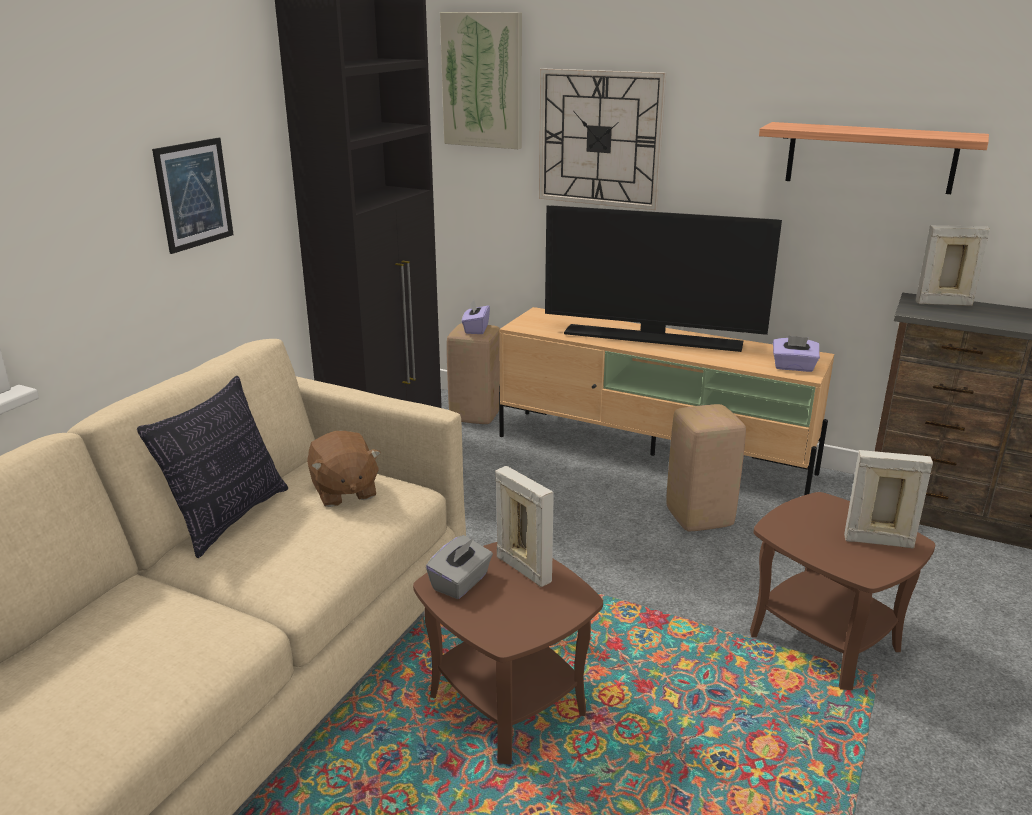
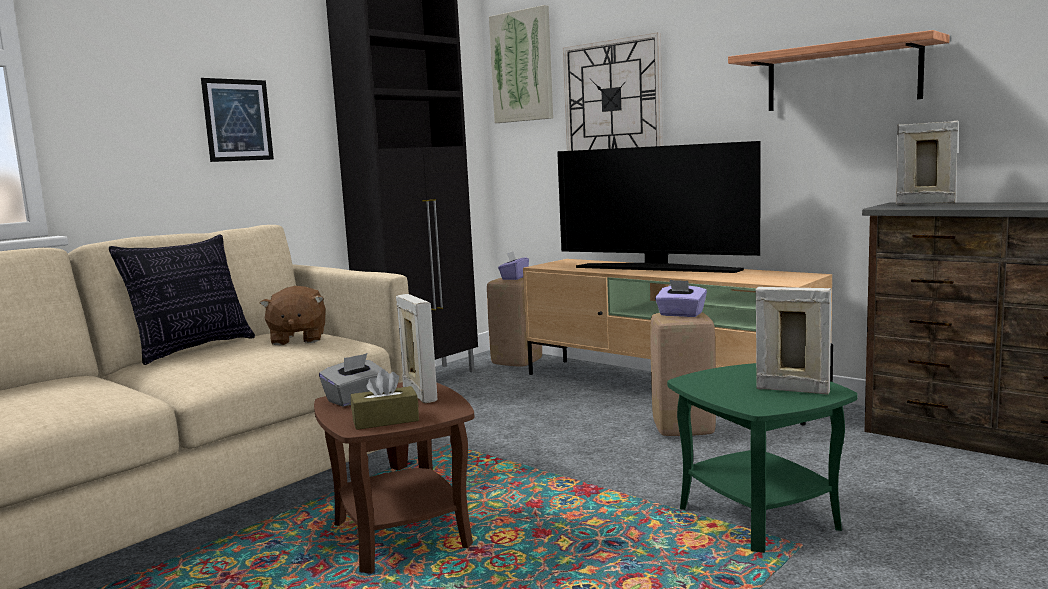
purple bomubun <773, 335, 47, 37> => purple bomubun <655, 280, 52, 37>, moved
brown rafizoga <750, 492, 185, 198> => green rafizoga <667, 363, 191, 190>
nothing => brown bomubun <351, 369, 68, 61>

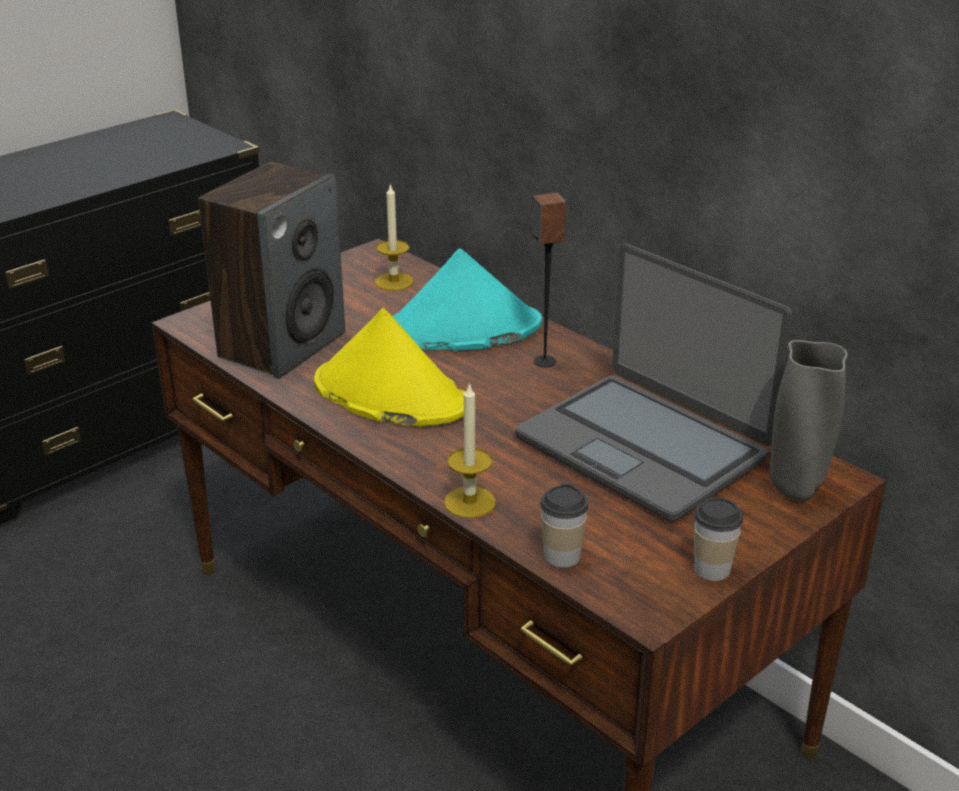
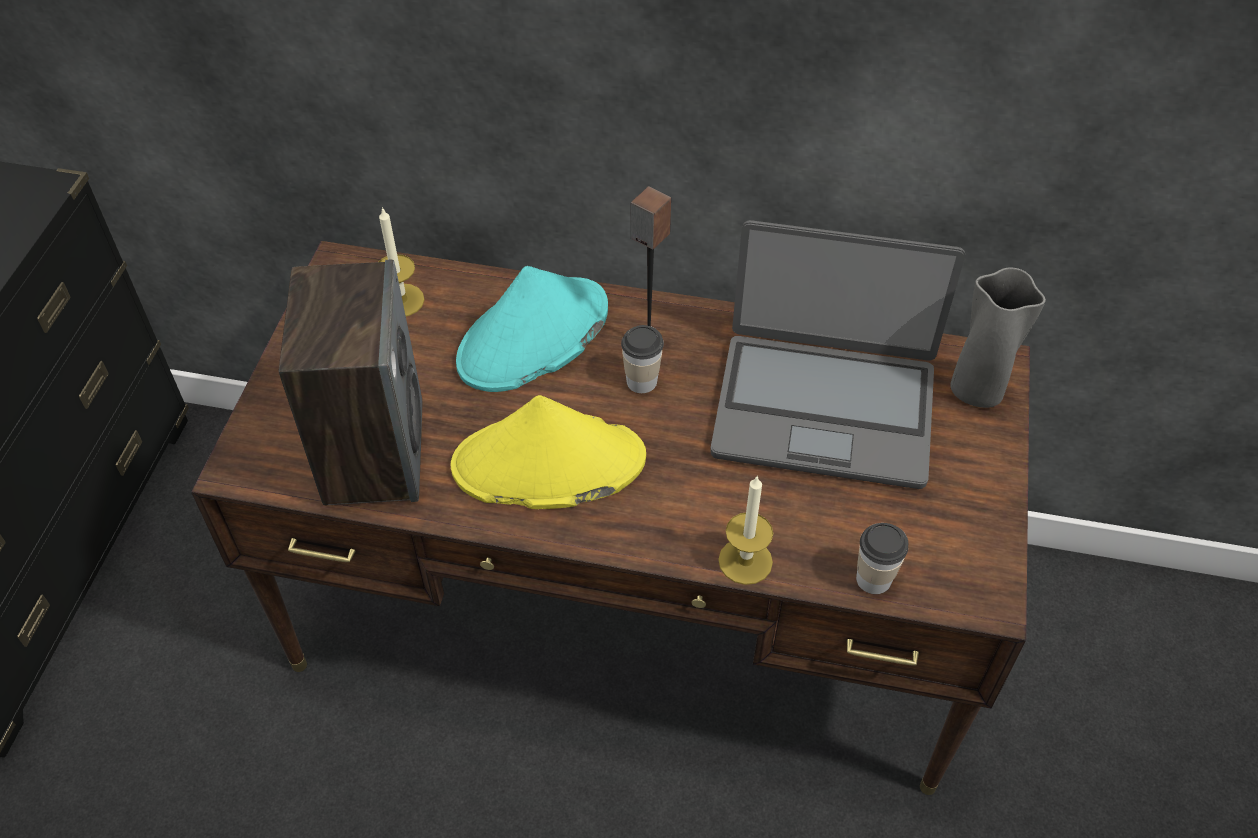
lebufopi <694, 498, 49, 83> => lebufopi <621, 325, 43, 68>, moved

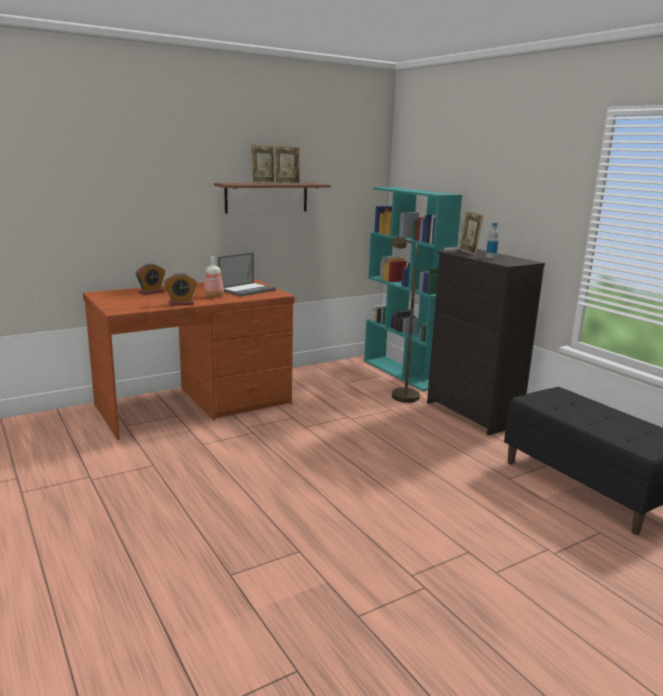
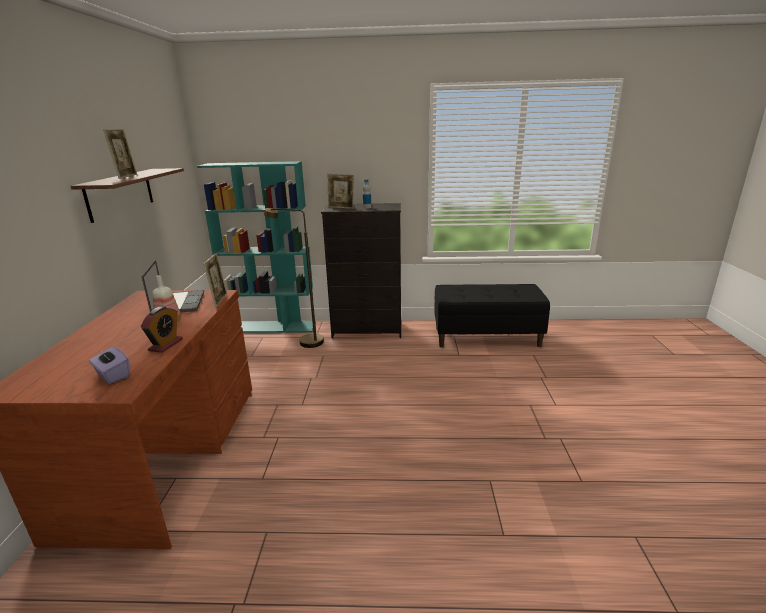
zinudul <273, 145, 28, 39> => zinudul <204, 253, 23, 54>, moved
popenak <136, 264, 29, 31> => nothing
nothing => purple bomubun <89, 347, 41, 37>

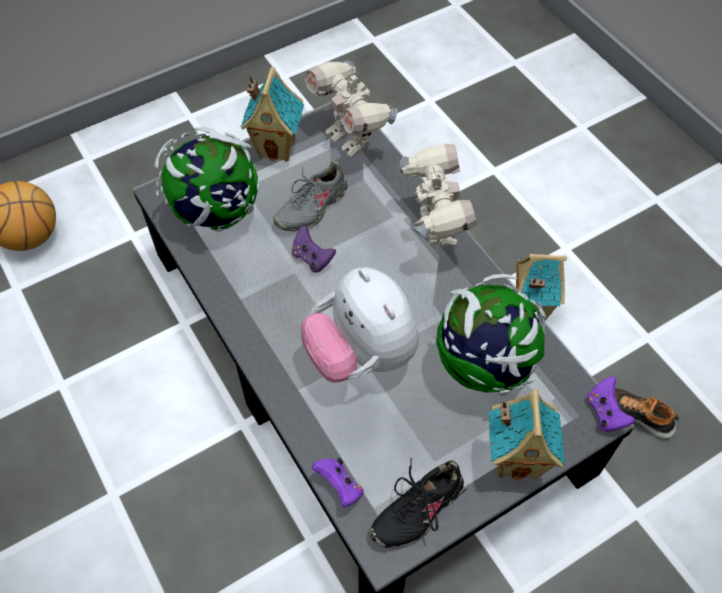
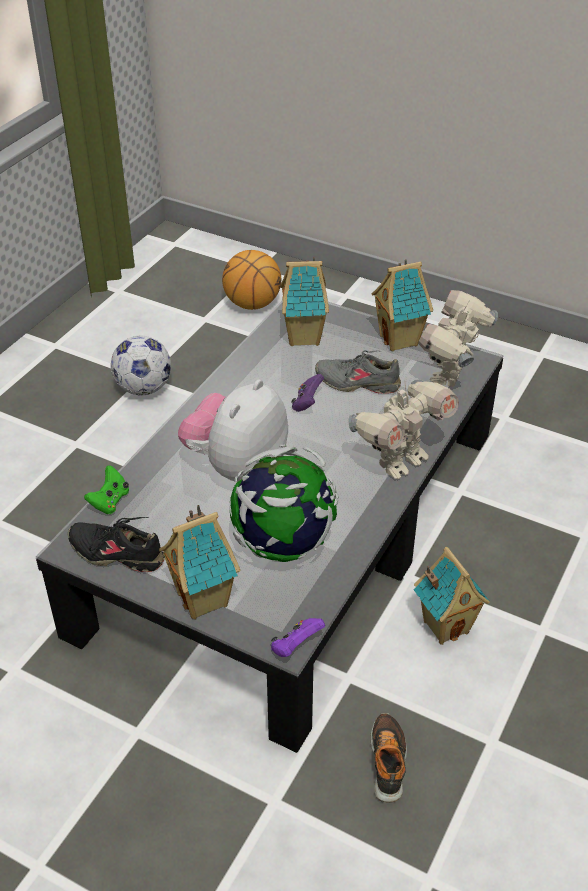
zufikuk <154, 127, 106, 105> => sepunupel <281, 257, 48, 89>
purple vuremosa <312, 458, 52, 50> => green vuremosa <84, 465, 45, 49>
nothing => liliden <111, 335, 60, 61>

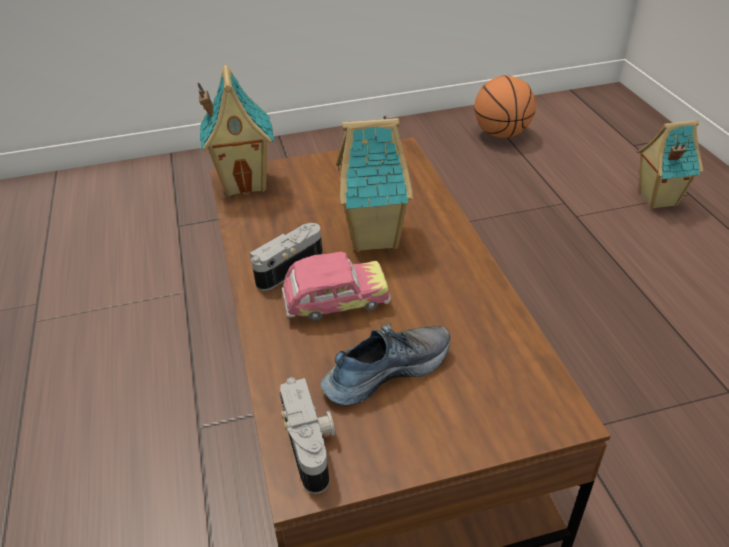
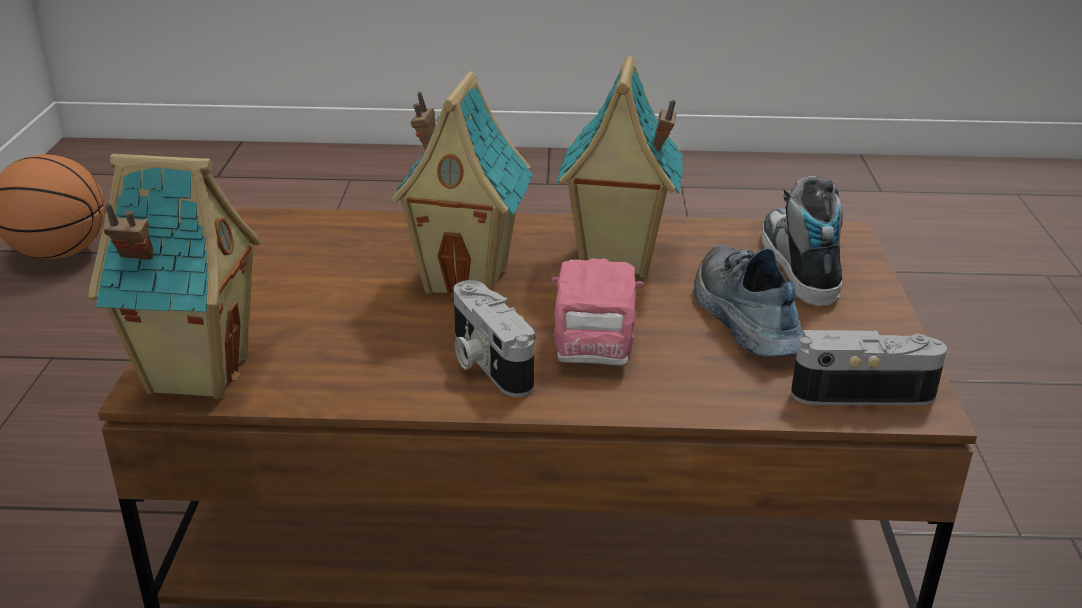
sepunupel <637, 120, 66, 89> => sepunupel <556, 56, 127, 221>, moved
nothing => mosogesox <761, 176, 82, 130>

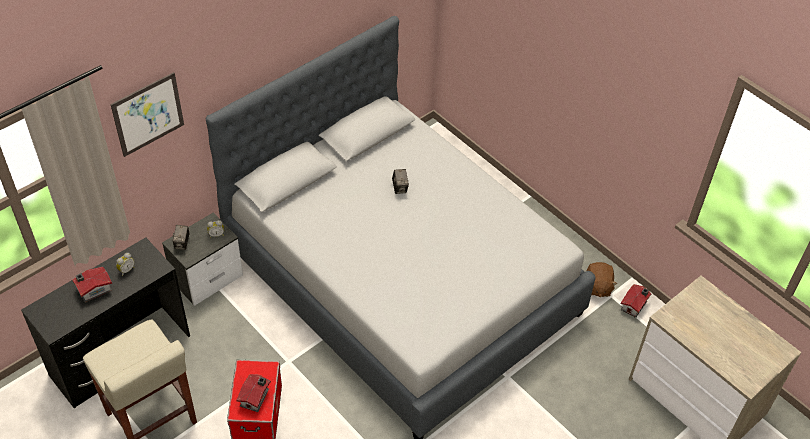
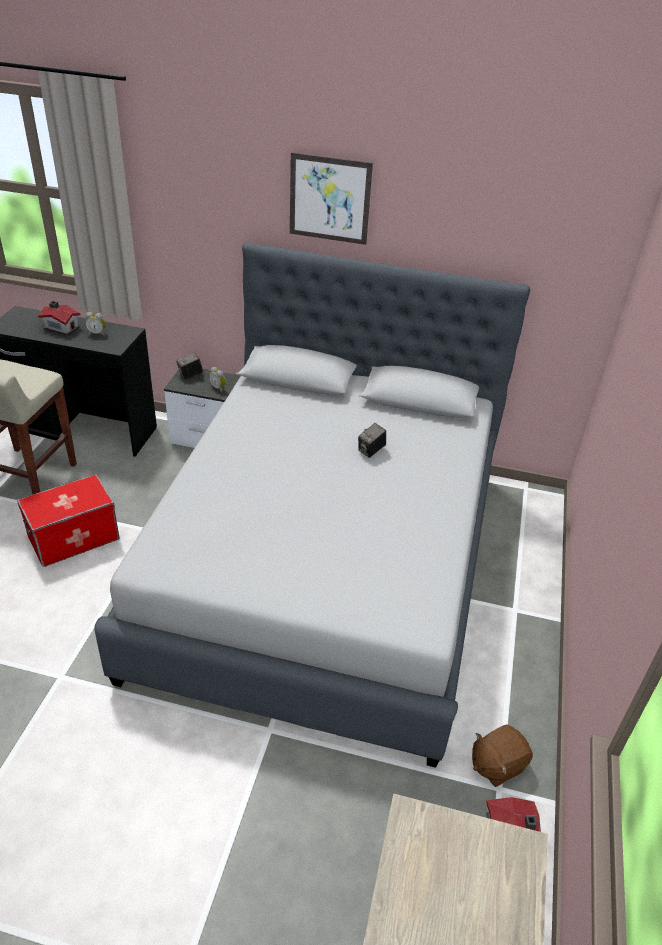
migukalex <110, 72, 74, 85> => migukalex <290, 152, 83, 93>, moved
sepunupel <236, 374, 35, 38> => nothing

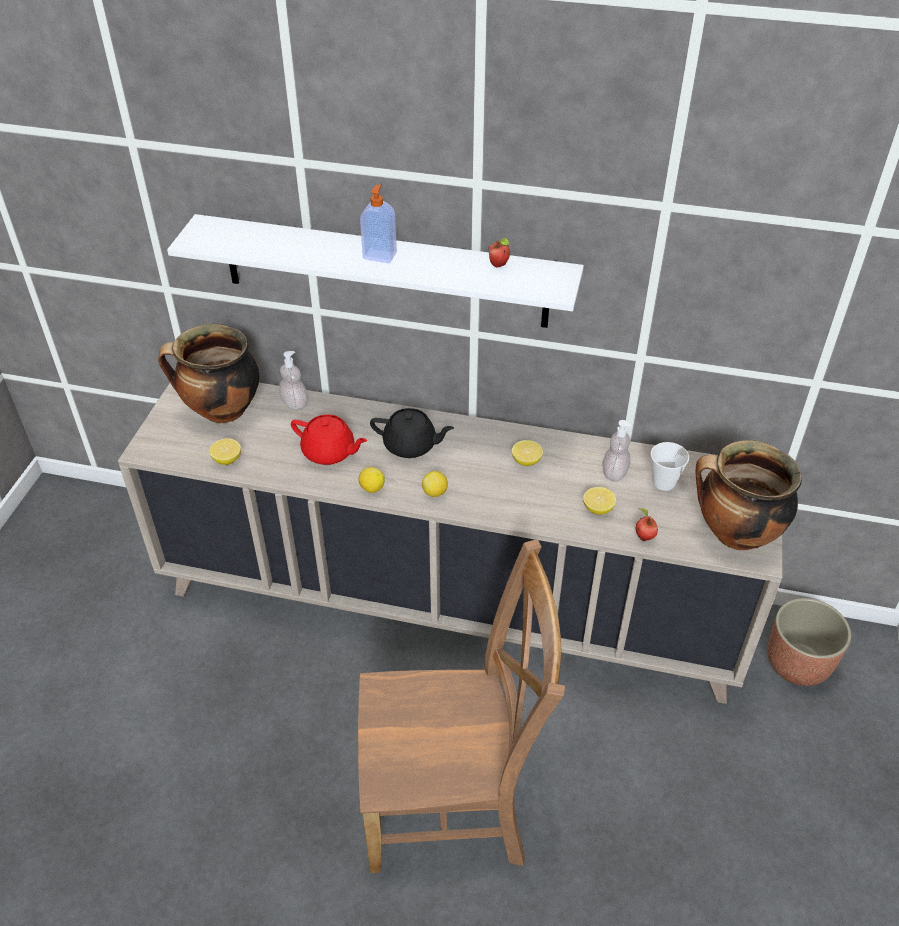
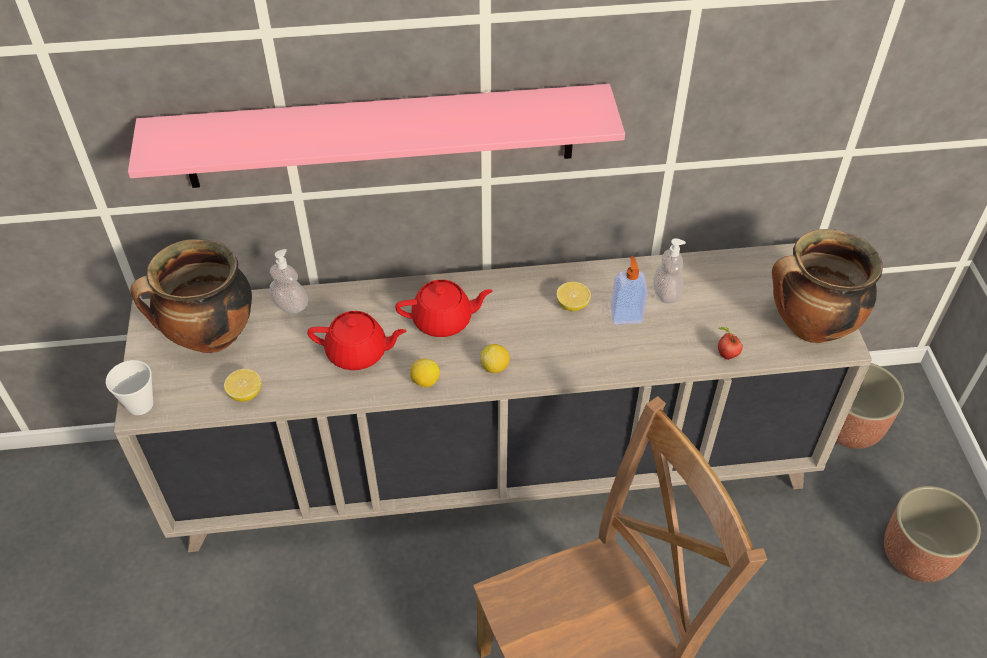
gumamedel <360, 184, 37, 79> => gumamedel <611, 256, 37, 68>, moved
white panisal <167, 214, 417, 114> => pink panisal <128, 84, 497, 104>
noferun <489, 238, 21, 29> => nothing
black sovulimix <370, 408, 84, 50> => red sovulimix <395, 280, 98, 57>
lebufopi <651, 442, 38, 49> => lebufopi <106, 360, 47, 55>, moved
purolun <583, 487, 33, 28> => nothing
nothing => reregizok <884, 486, 97, 96>

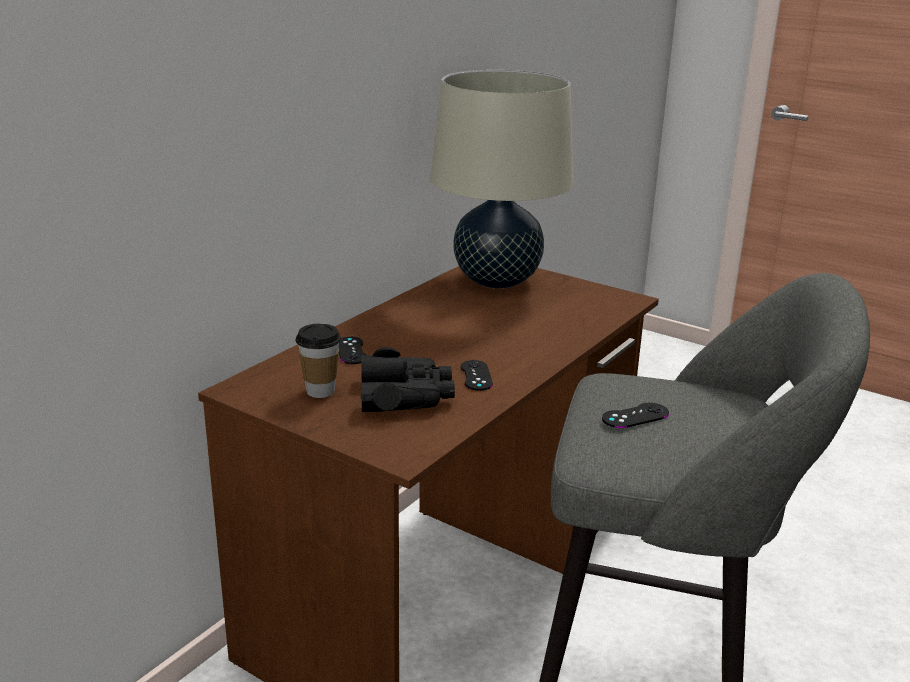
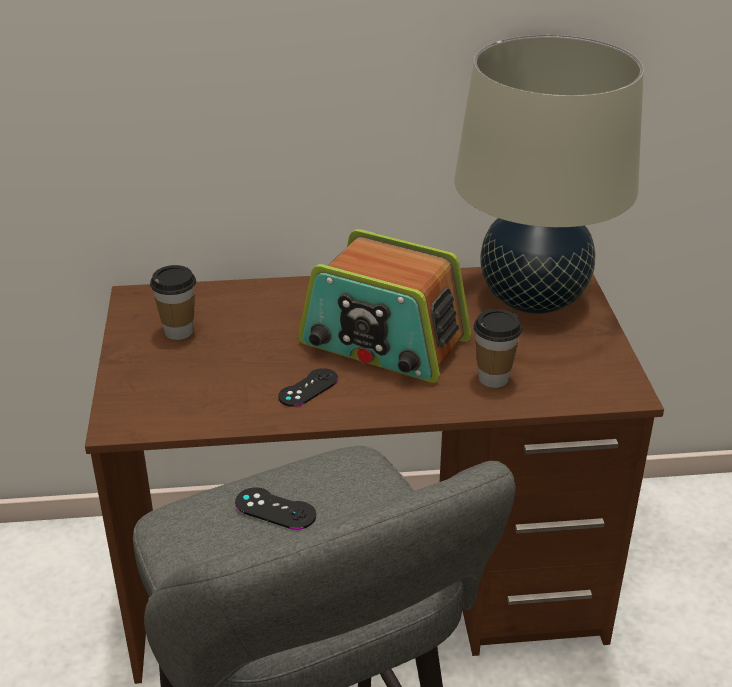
black vuremosa <339, 337, 27, 27> => nothing
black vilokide <361, 347, 94, 65> => nothing
nothing => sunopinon <298, 229, 173, 154>
nothing => lebufopi <473, 309, 49, 79>

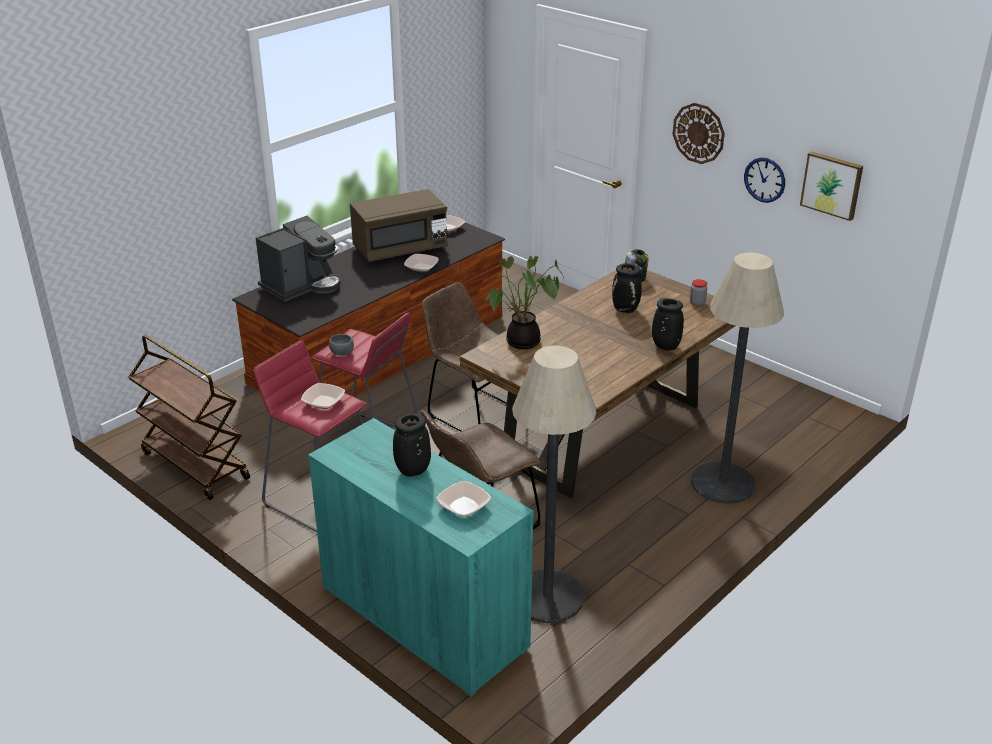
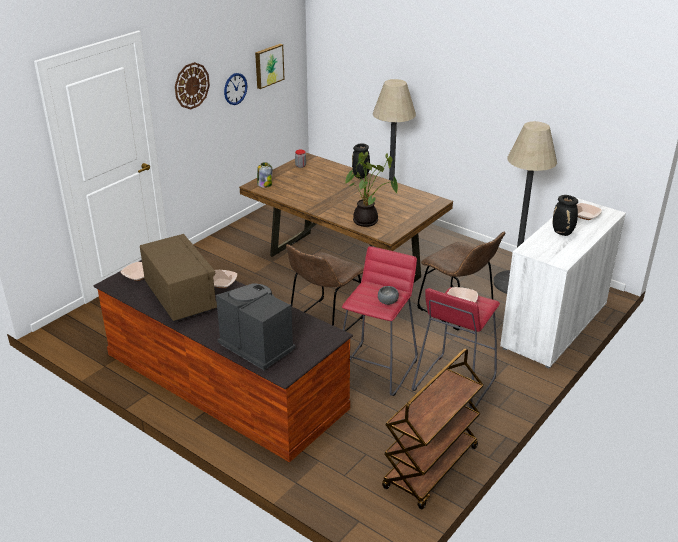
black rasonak <612, 263, 30, 50> => nothing
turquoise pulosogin <308, 418, 226, 279> => white pulosogin <500, 198, 126, 171>

